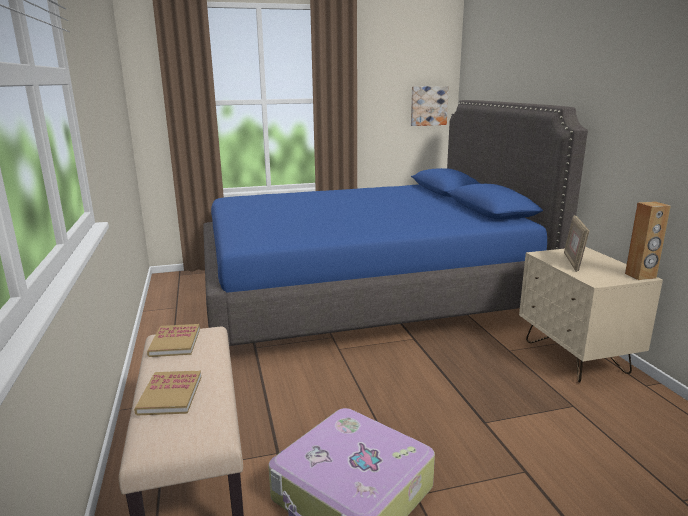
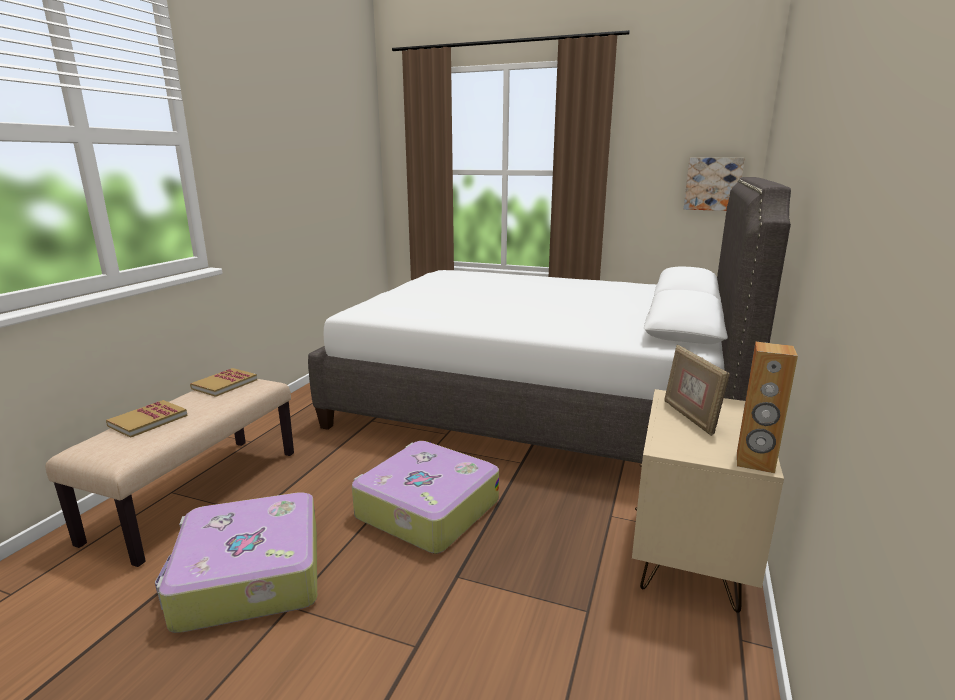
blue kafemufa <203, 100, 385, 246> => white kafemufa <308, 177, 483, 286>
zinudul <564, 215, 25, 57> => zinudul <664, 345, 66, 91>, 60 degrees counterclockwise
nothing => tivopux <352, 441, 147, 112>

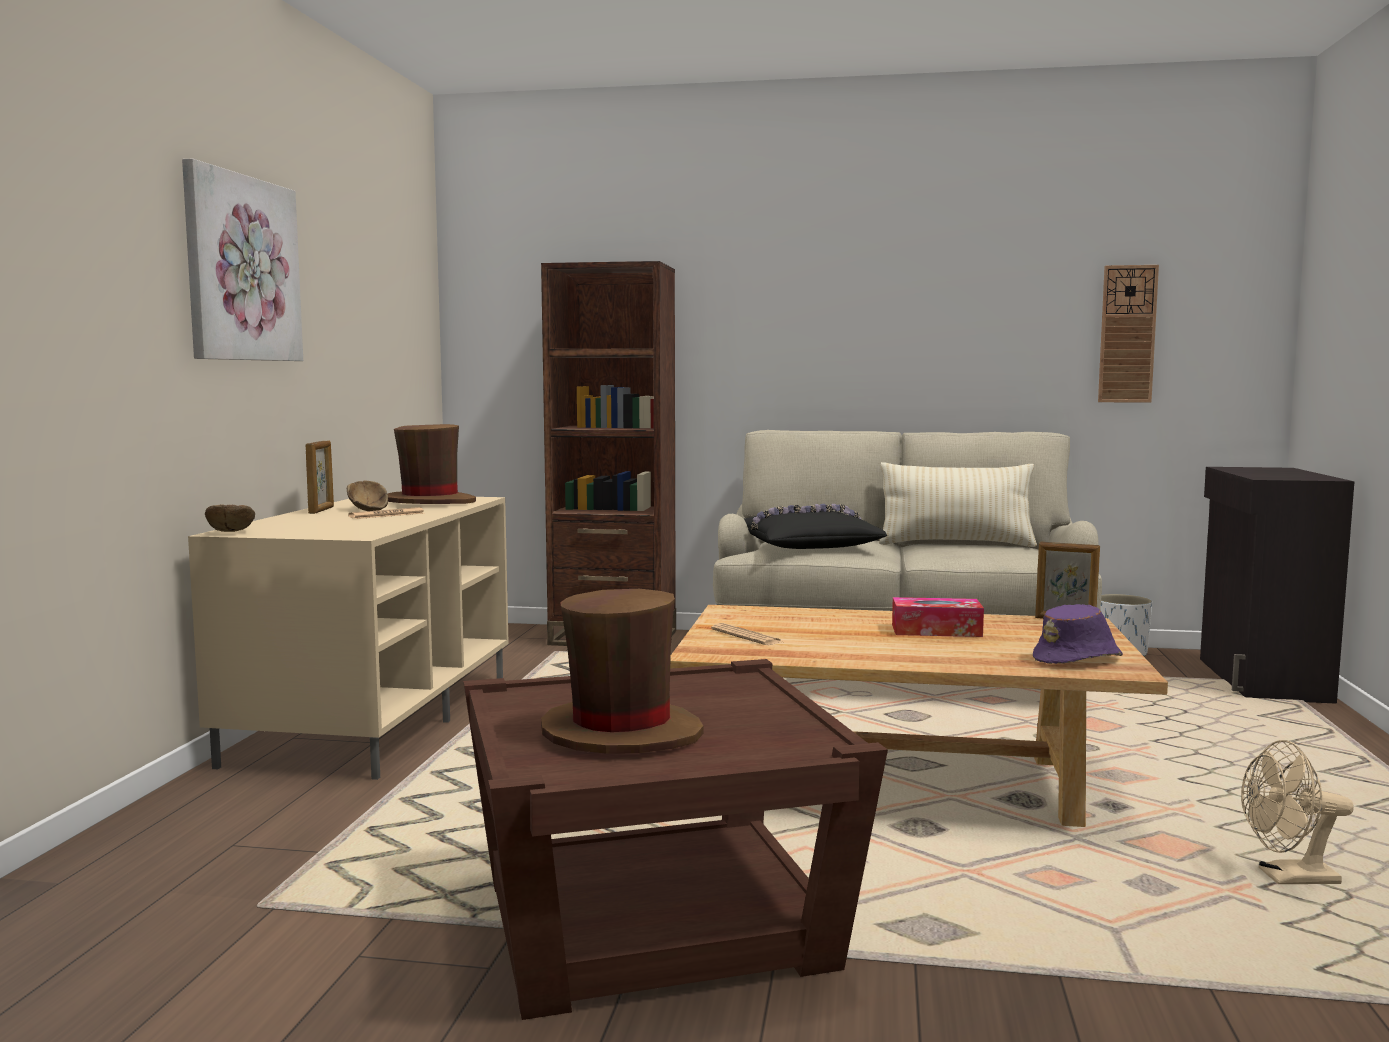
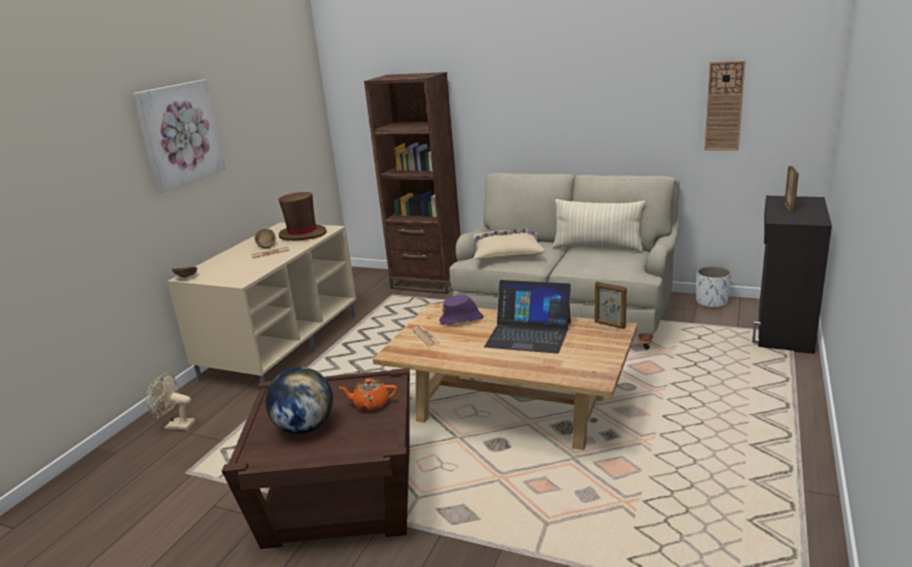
zinudul <306, 441, 28, 73> => zinudul <784, 166, 15, 46>, moved
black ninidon <744, 504, 143, 45> => beige ninidon <473, 229, 72, 31>
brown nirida <541, 589, 162, 165> => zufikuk <265, 367, 68, 67>
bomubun <892, 597, 92, 40> => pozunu <484, 280, 87, 74>
purple nirida <1033, 604, 90, 60> => purple nirida <439, 295, 45, 30>, moved
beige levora <1241, 740, 113, 144> => beige levora <146, 373, 49, 57>, moved
nothing => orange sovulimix <338, 378, 59, 33>

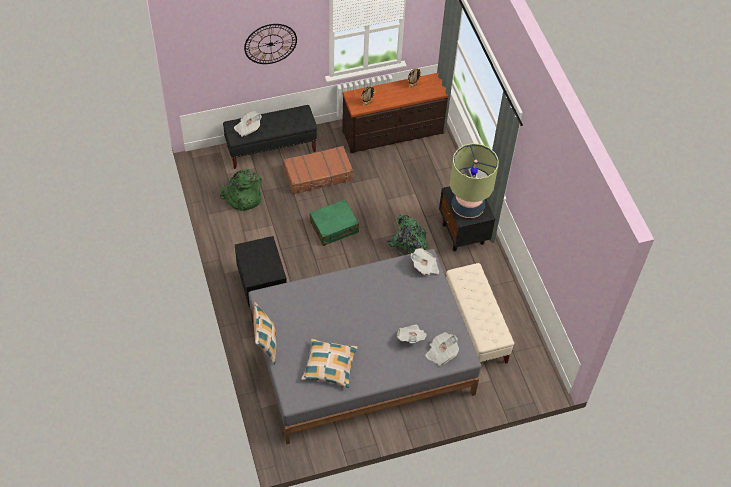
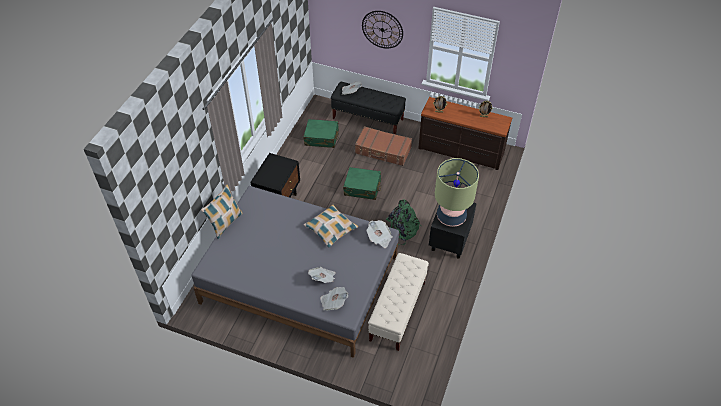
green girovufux <220, 169, 42, 42> => green tivopux <303, 119, 36, 29>
ninidon <301, 338, 57, 50> => ninidon <304, 205, 54, 43>, moved

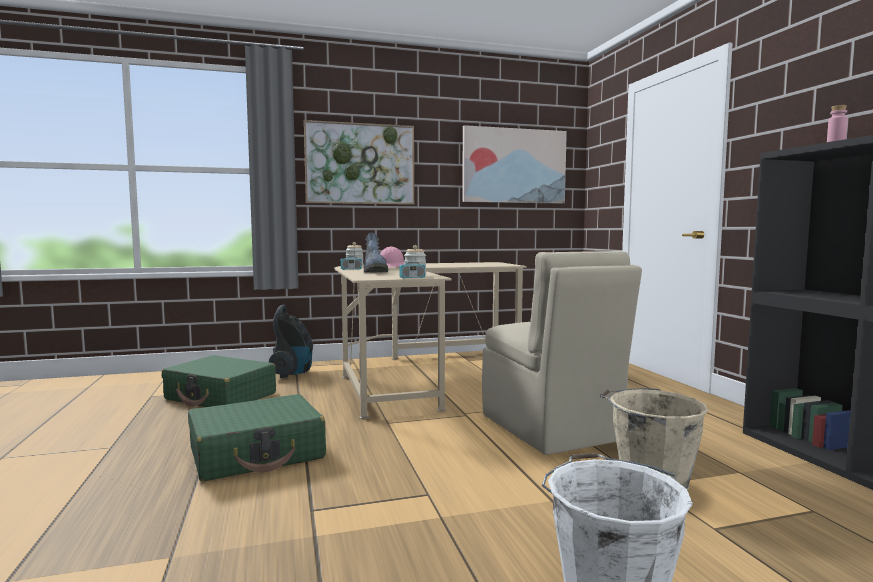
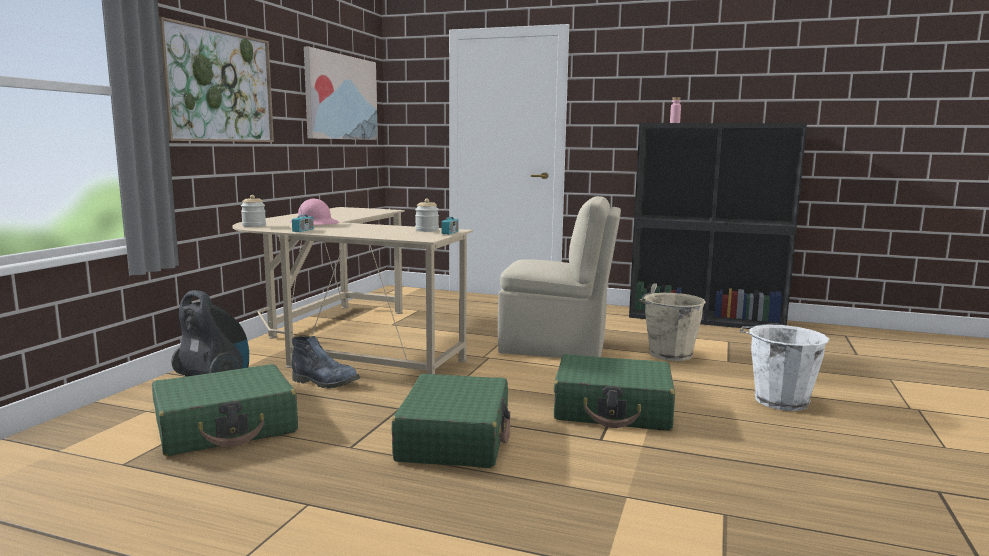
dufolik <364, 232, 24, 40> => dufolik <291, 336, 69, 52>, moved
nothing => green tivopux <554, 354, 121, 77>

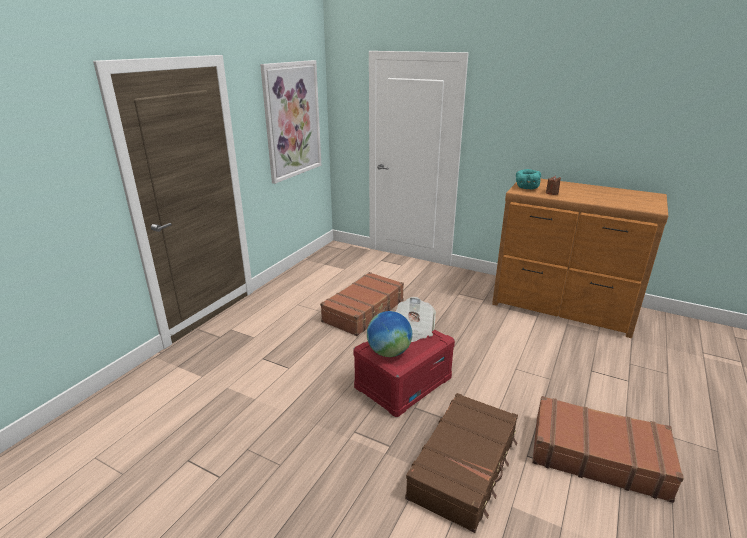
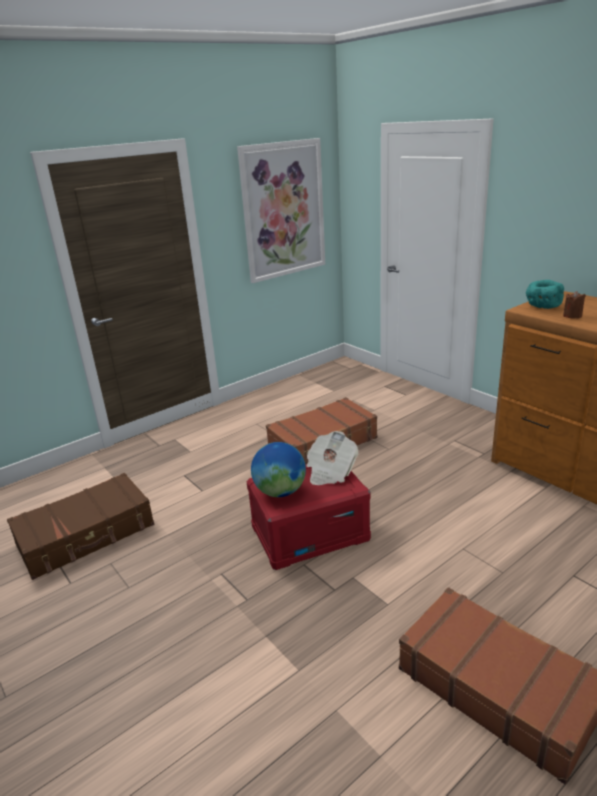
brown tivopux <405, 393, 113, 140> => brown tivopux <7, 473, 147, 107>, moved

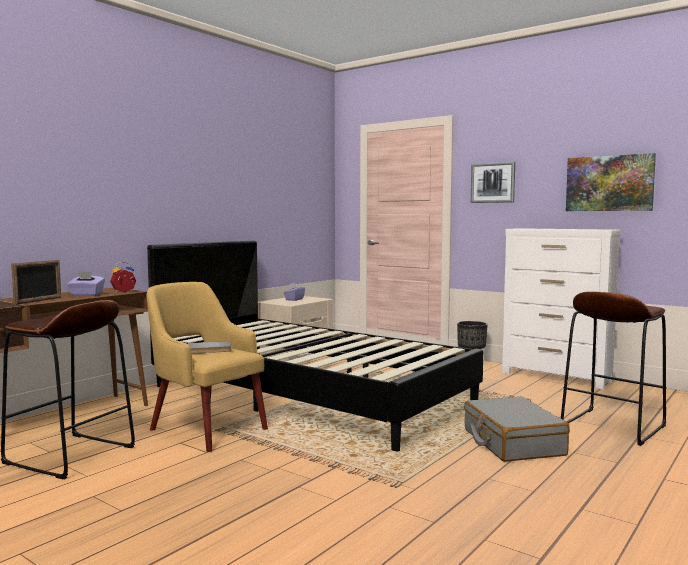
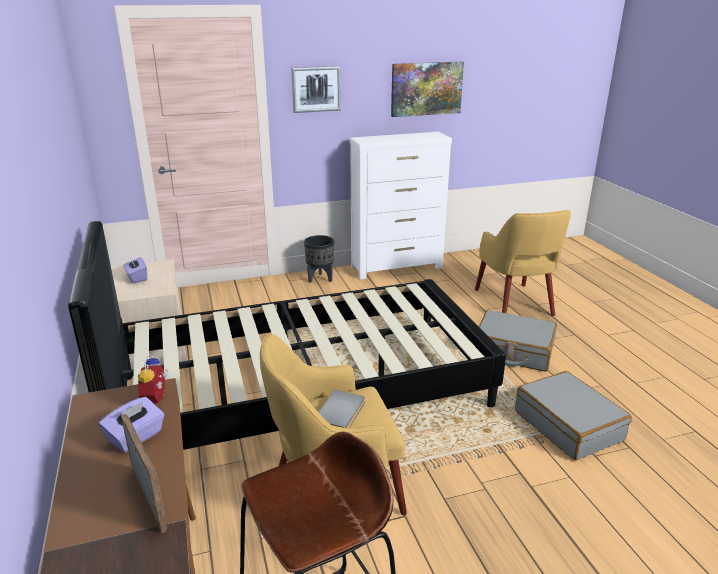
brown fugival <561, 292, 106, 154> => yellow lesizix <475, 210, 96, 106>
nothing => grey tivopux <515, 371, 117, 89>

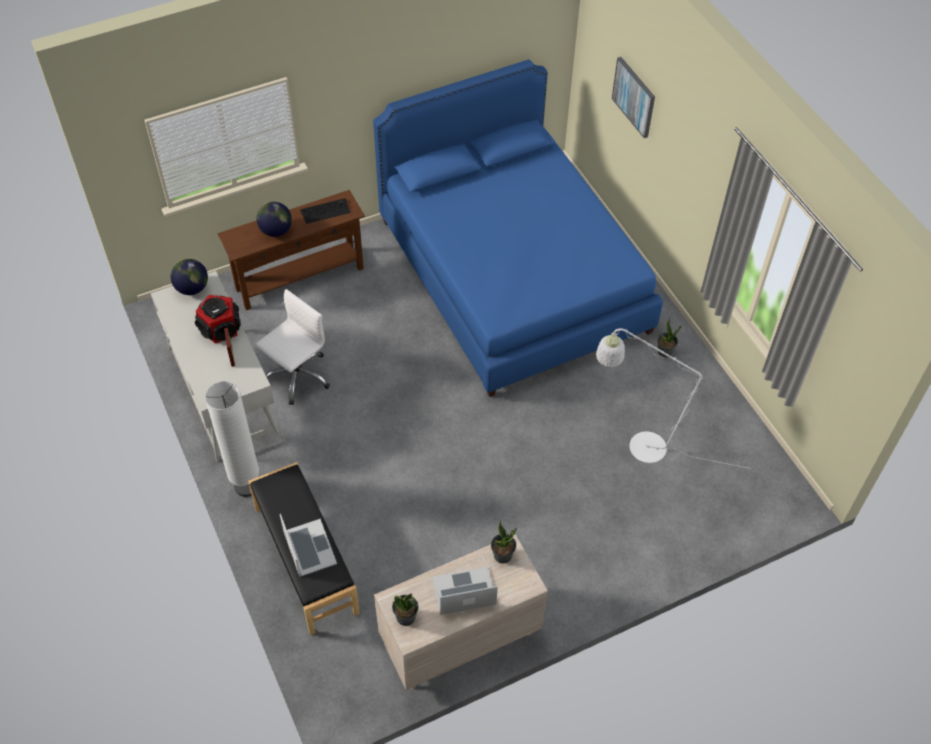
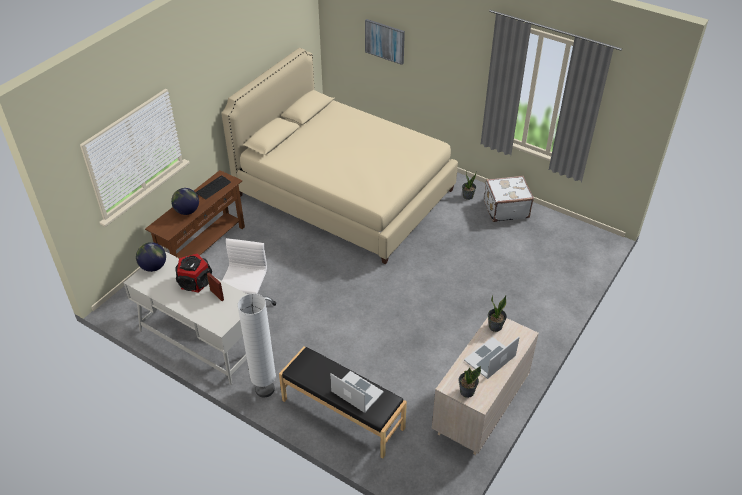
blue kafemufa <373, 59, 290, 338> => beige kafemufa <221, 48, 237, 216>
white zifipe <596, 329, 154, 140> => nothing
nothing => white tivopux <484, 176, 50, 46>

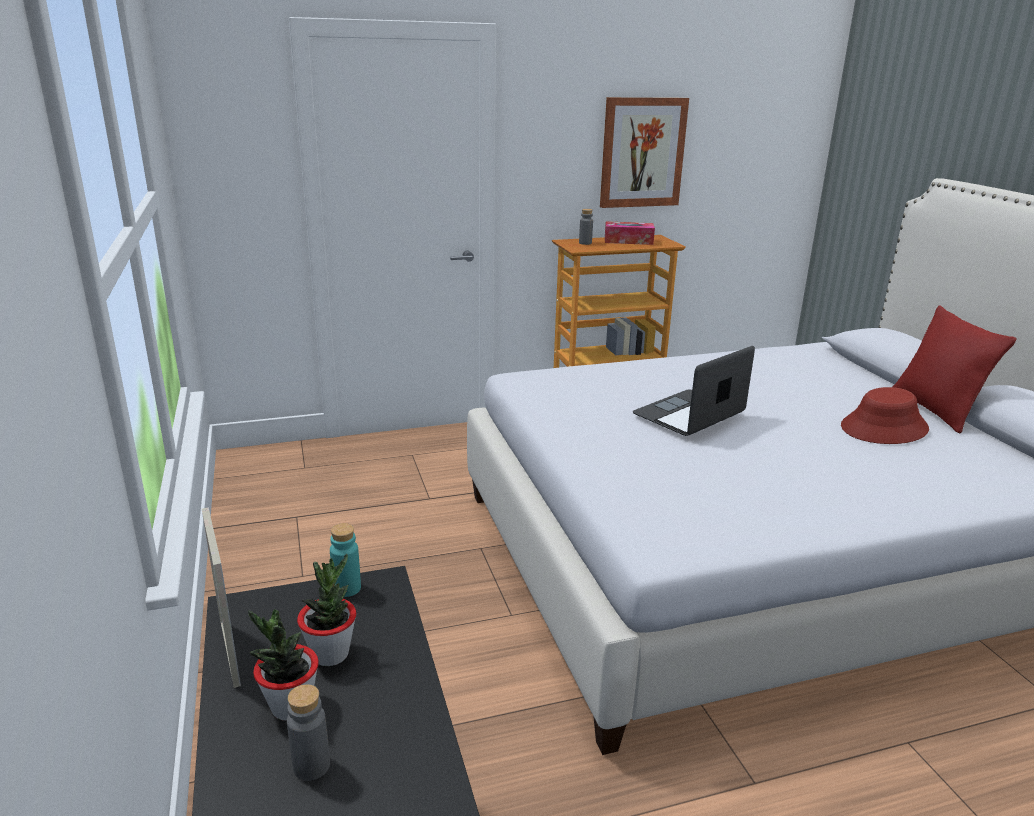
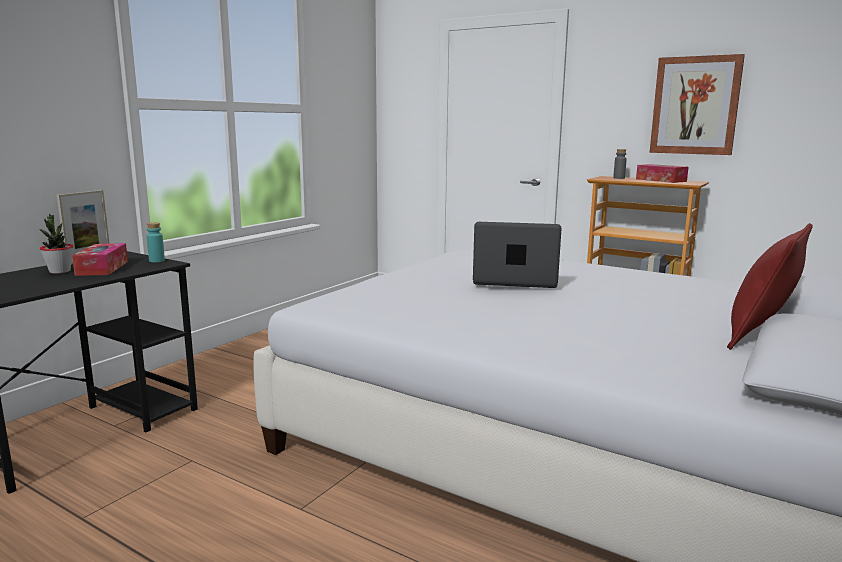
red nirida <841, 387, 88, 57> => nothing
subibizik <297, 554, 59, 112> => bomubun <72, 243, 56, 33>
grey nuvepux <287, 684, 43, 97> => nothing

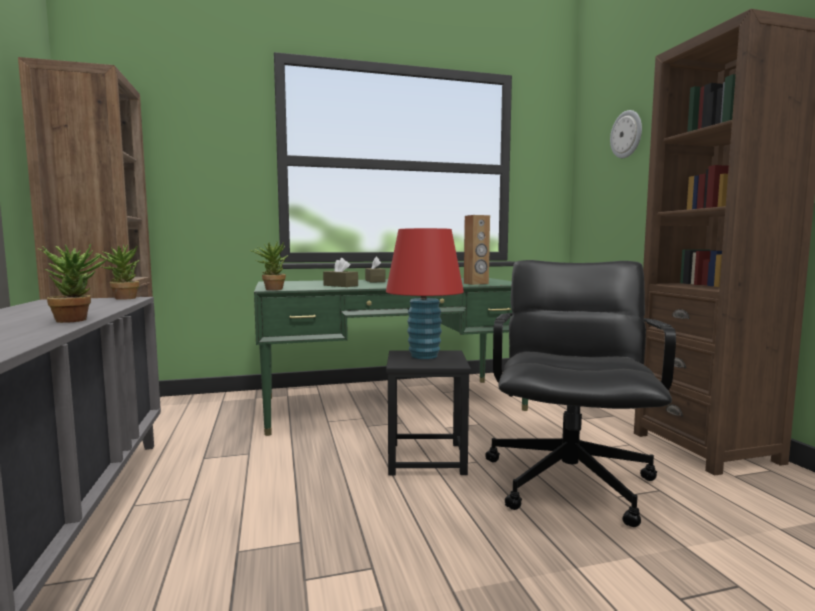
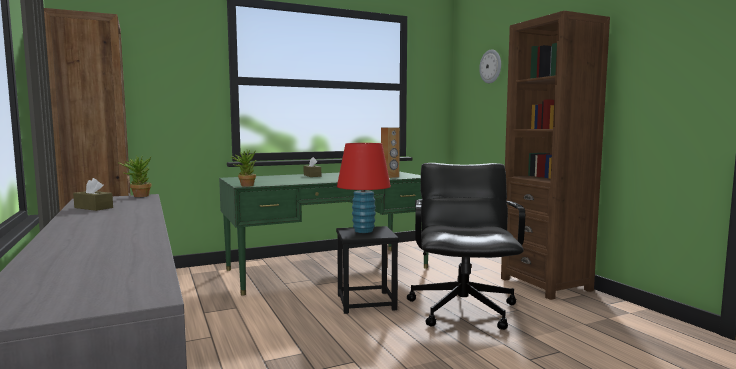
subibizik <39, 244, 68, 79> => nothing
brown bomubun <323, 258, 35, 29> => brown bomubun <73, 178, 40, 33>, moved

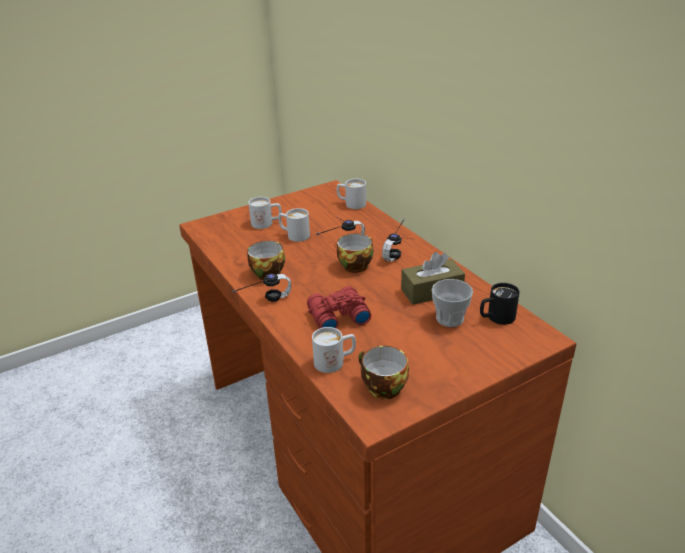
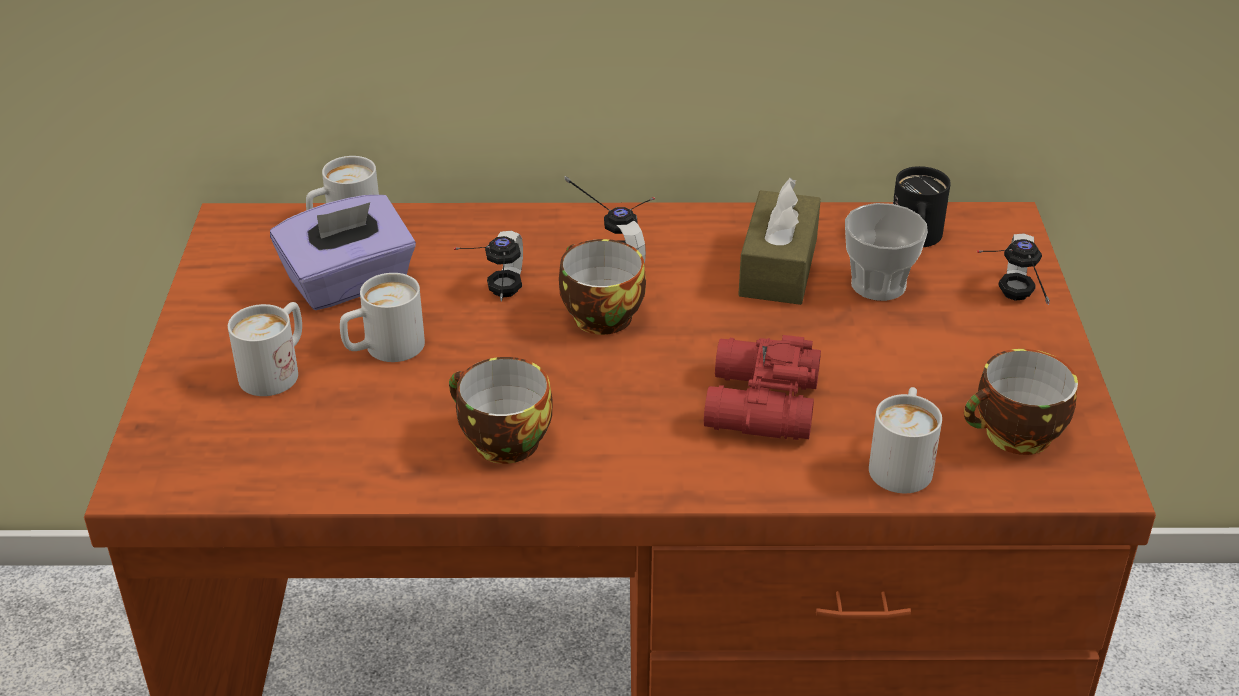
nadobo <232, 268, 59, 34> => nadobo <977, 233, 73, 72>, moved
nothing => purple bomubun <270, 195, 146, 115>

